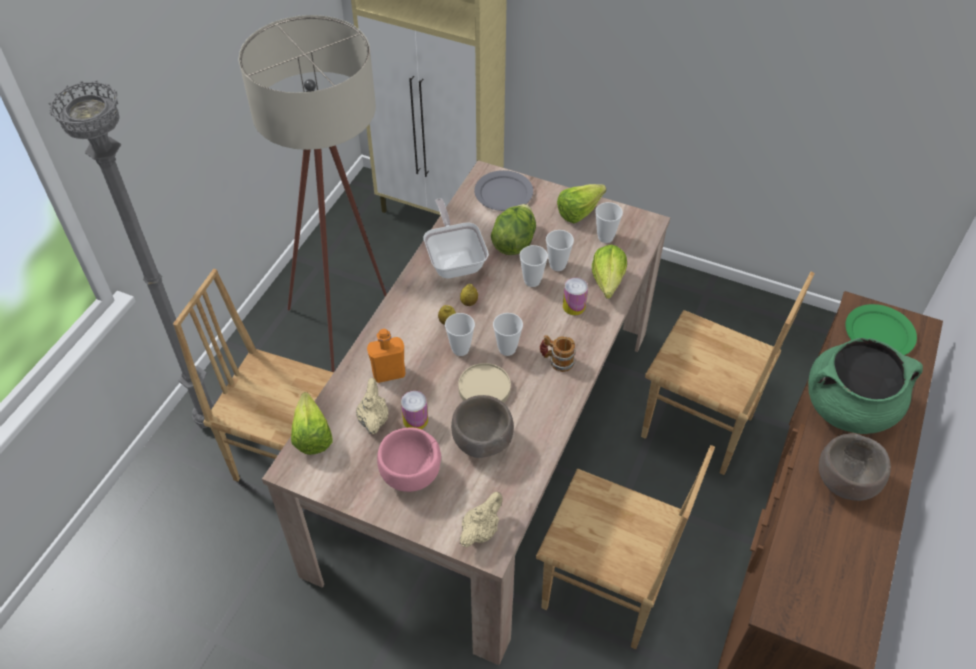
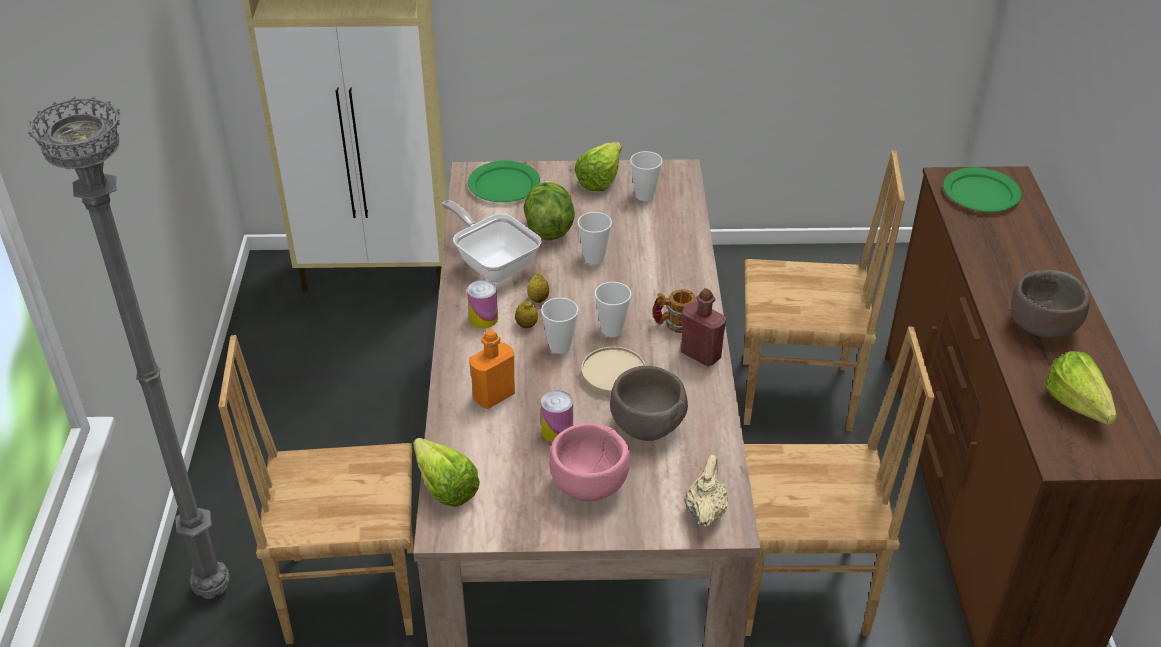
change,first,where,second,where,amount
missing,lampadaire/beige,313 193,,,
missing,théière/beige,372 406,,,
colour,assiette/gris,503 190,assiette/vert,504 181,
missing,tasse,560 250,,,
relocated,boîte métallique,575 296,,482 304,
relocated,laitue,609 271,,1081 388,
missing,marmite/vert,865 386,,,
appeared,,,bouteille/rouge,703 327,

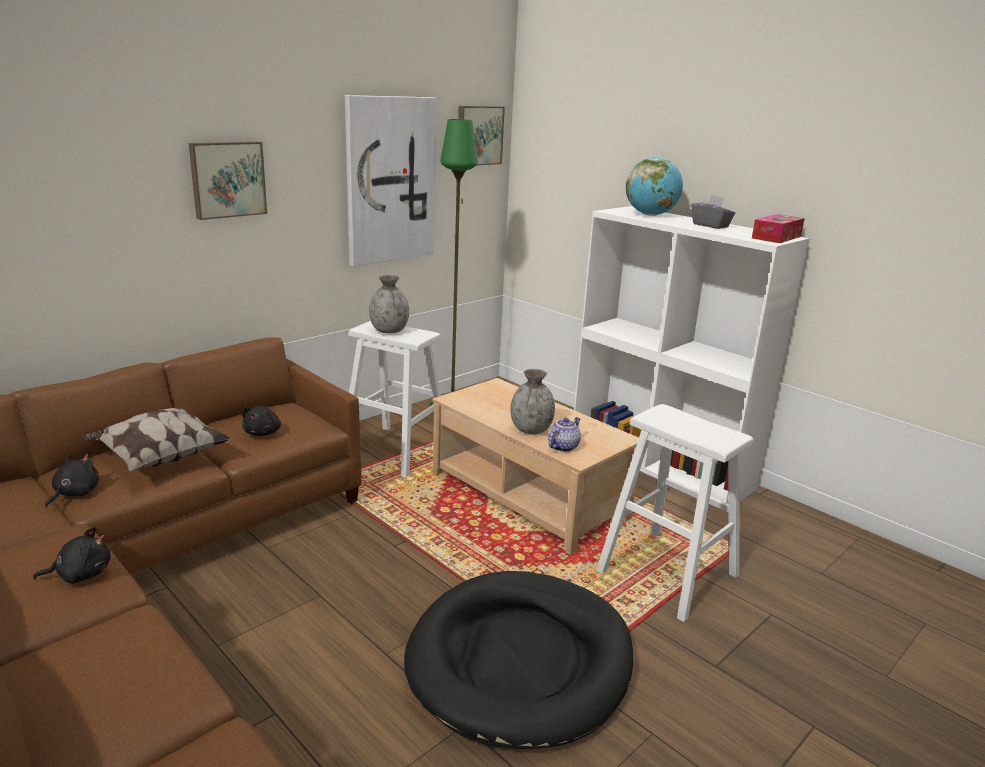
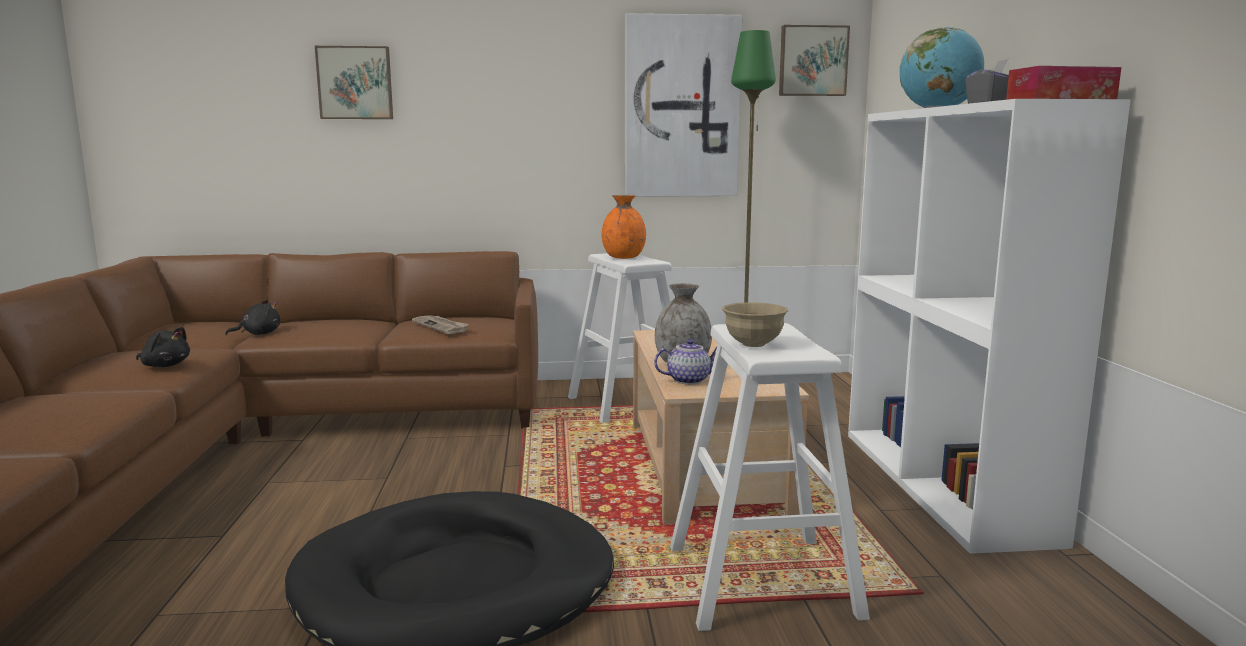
change,first,where,second,where,amount
missing,coussin,157 439,,,
relocated,tableau,228 180,,354 82,
exchanged,peluche/noir,261 421,journal,440 324,
colour,vase/gris,389 304,vase/orange,624 227,
appeared,,,bol/beige,755 324,

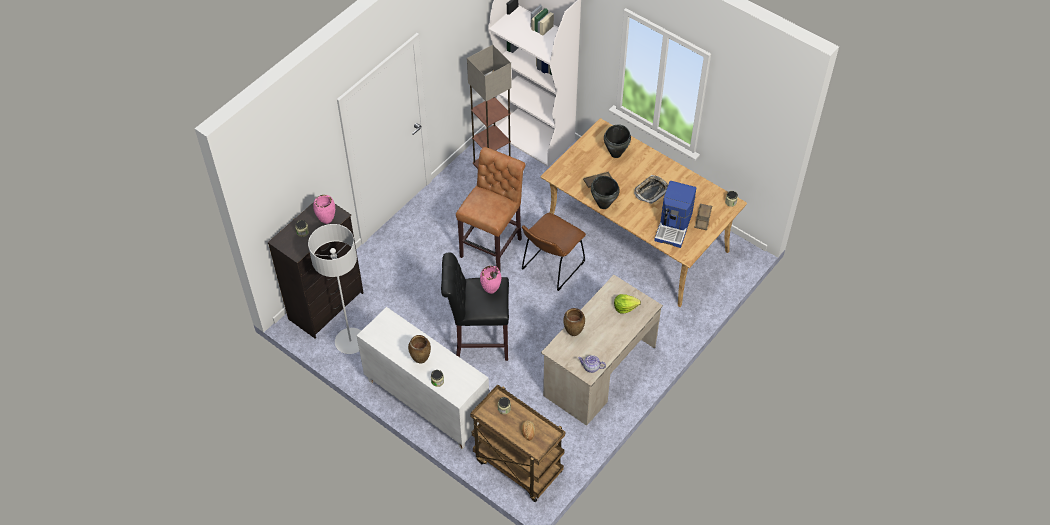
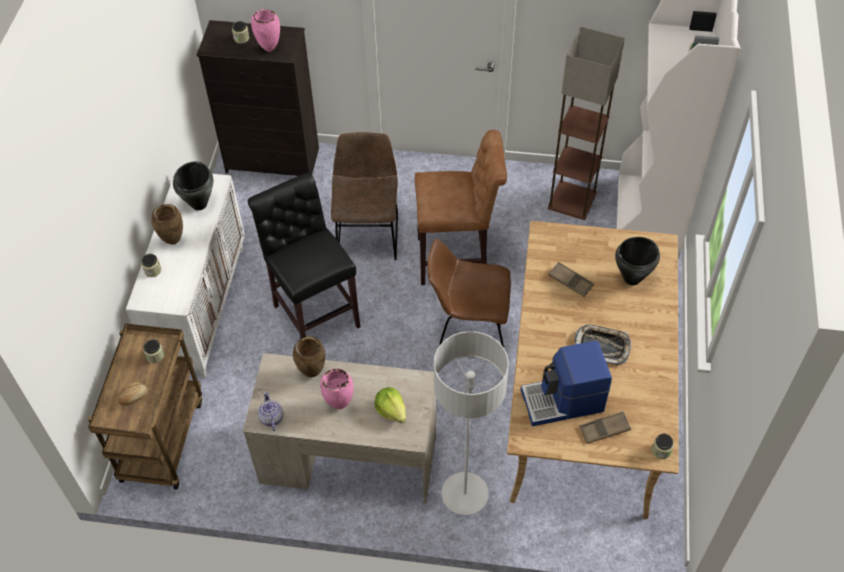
change,first,where,second,where,amount
relocated,lampadaire/gris,334 289,,471 423,
relocated,vase/rose,490 280,,337 388,
relocated,marmite/noir,605 192,,193 185,
appeared,,,chaise/marron,364 196,

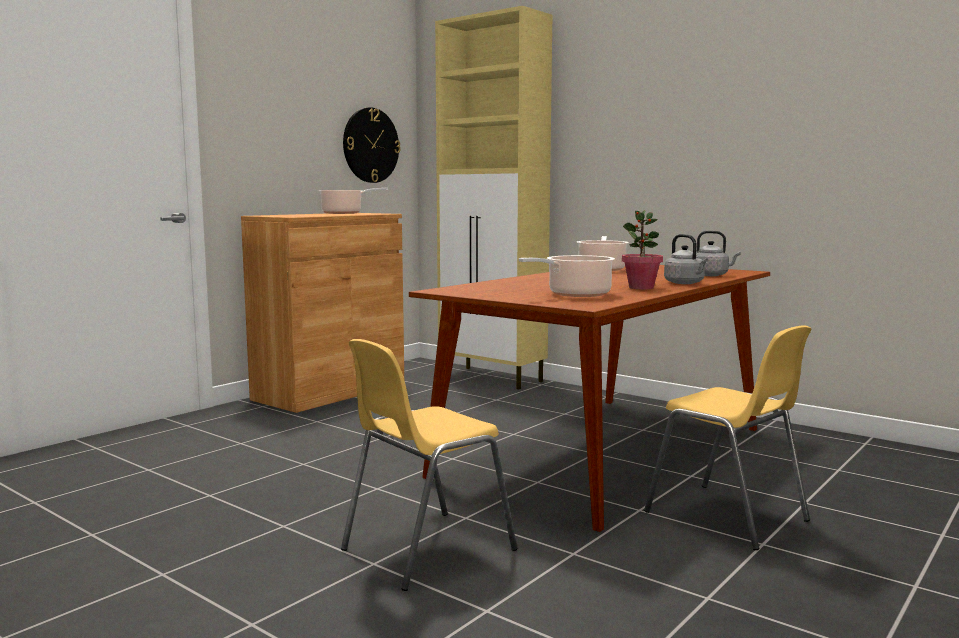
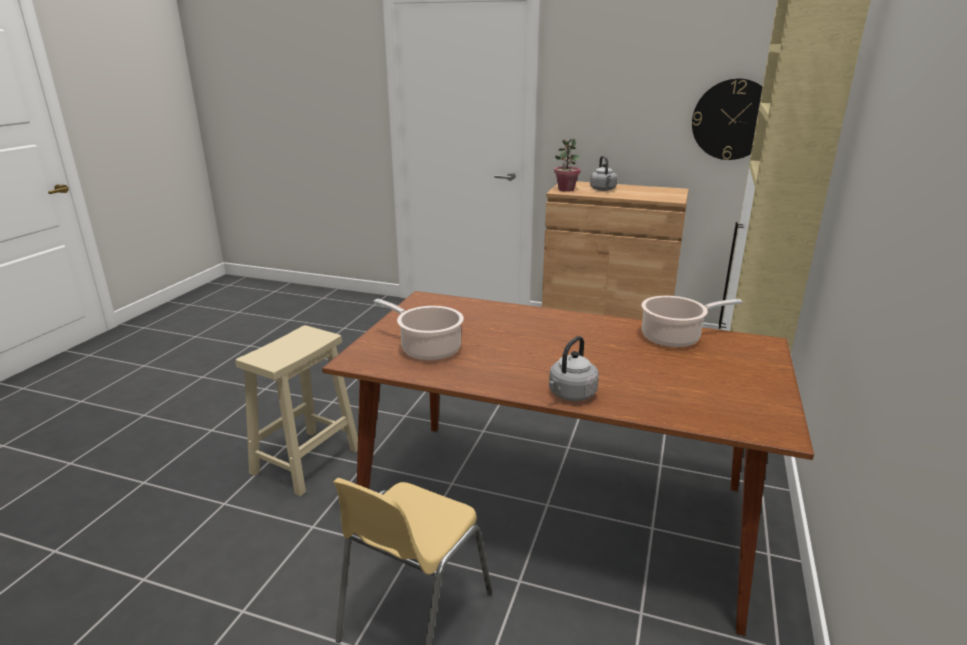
change,first,where,second,where,amount
missing,marmite,353 201,,,
exchanged,chaise/jaune,429 465,tabouret/beige,296 411,
relocated,plante en pot,642 249,,567 165,
relocated,bouilloire/gris,718 253,,603 173,

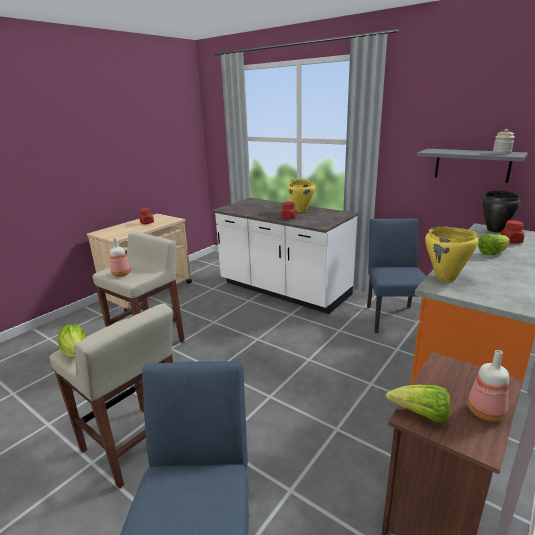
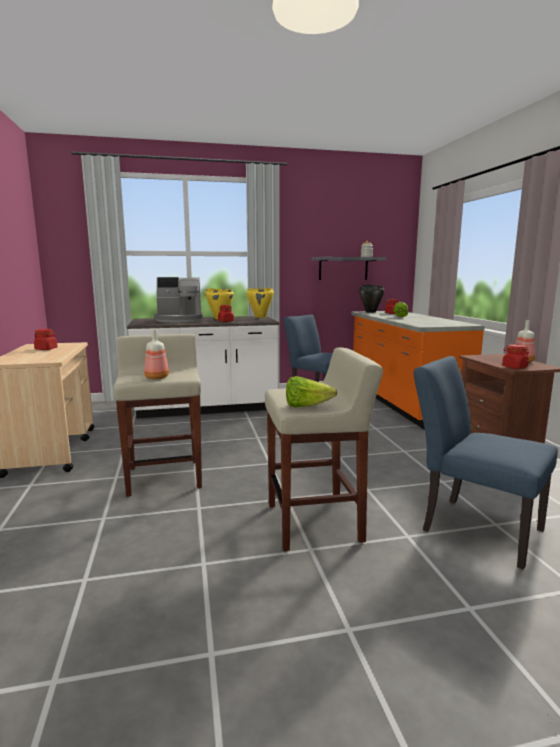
change,first,where,second,where,amount
exchanged,laitue,418 404,bocal/rouge,515 356,
relocated,marmite/jaune,452 254,,260 303,
appeared,,,machine à café,178 300,

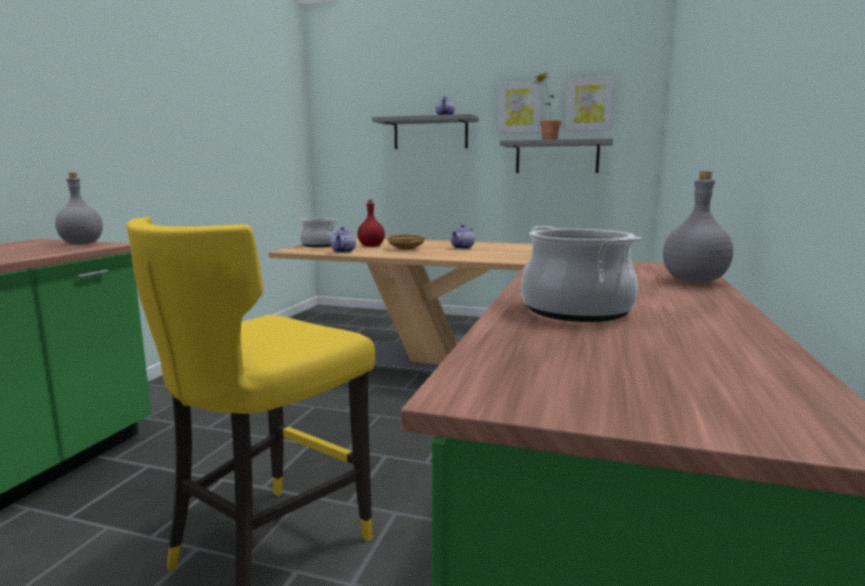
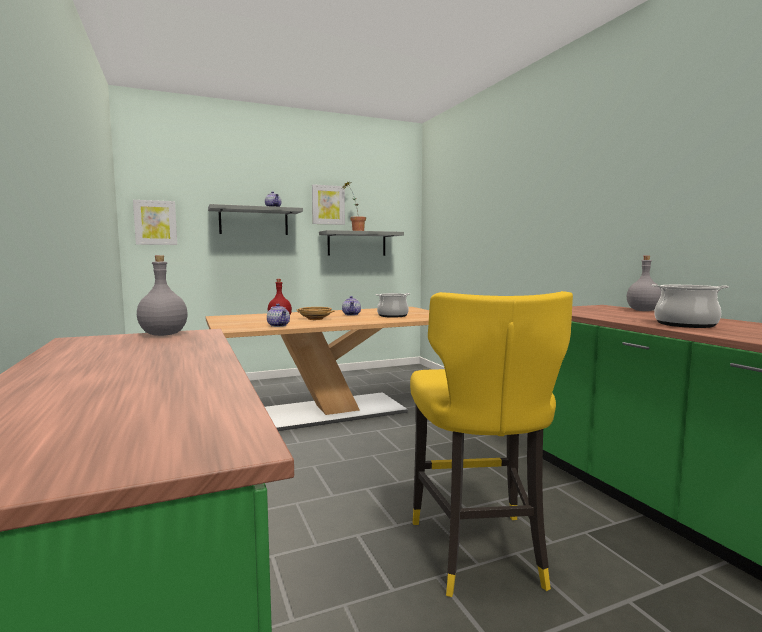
change,first,where,second,where,amount
relocated,marmite,318 232,,392 305,
relocated,tableau,590 103,,155 222,

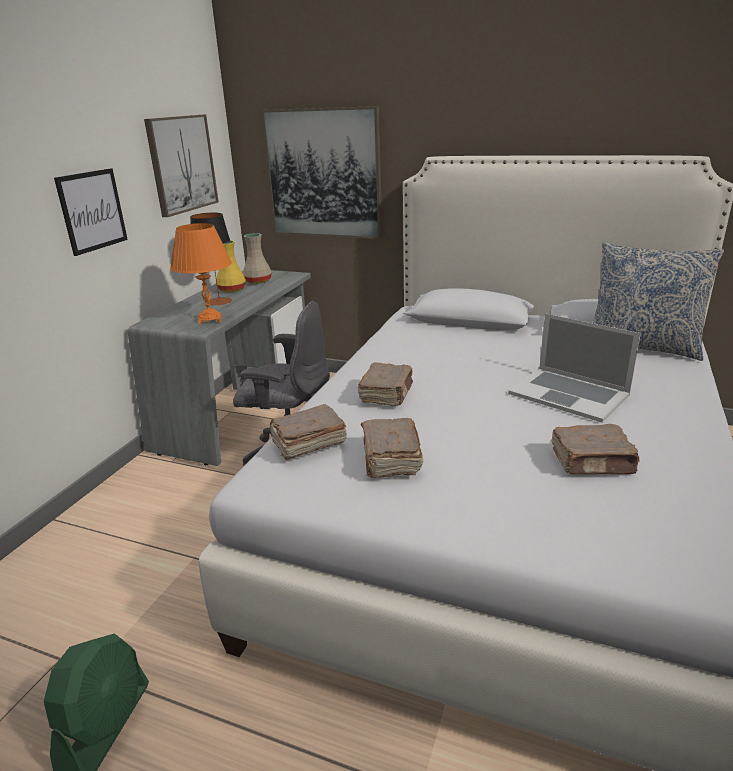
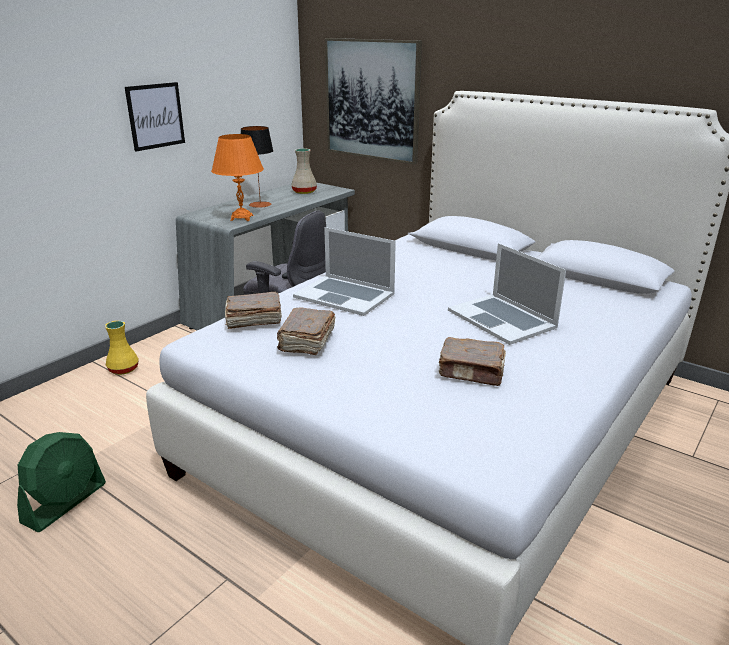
change,first,where,second,where,amount
missing,tableau,181 166,,,
relocated,vase/jaune,231 266,,122 348,
exchanged,livre/marron,385 384,ordinateur portable,344 271,
missing,coussin,658 301,,,

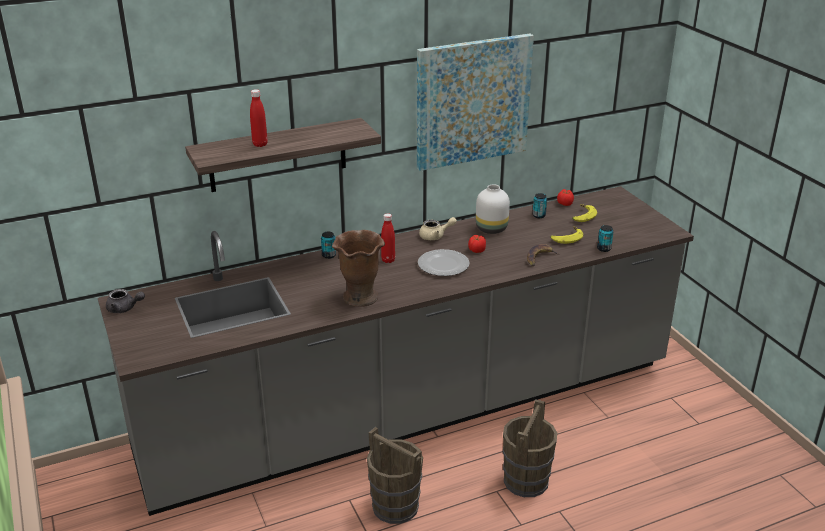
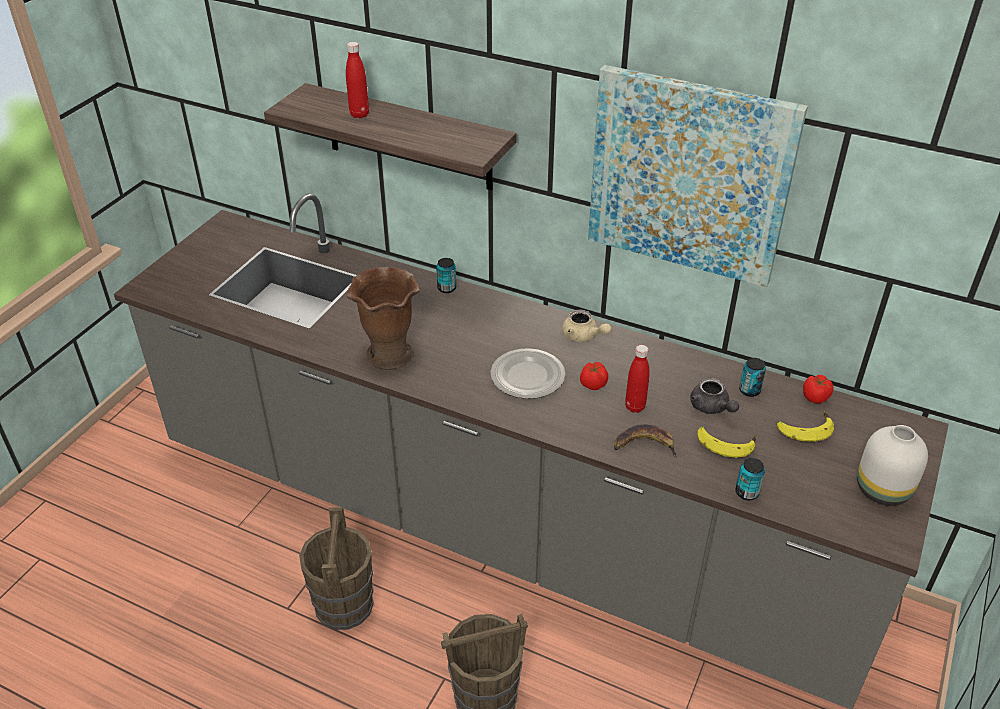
change,first,where,second,where,amount
relocated,théière/gris,125 301,,714 396,
relocated,bouteille/rouge,388 238,,637 379,
relocated,vase/blanc,493 209,,892 465,

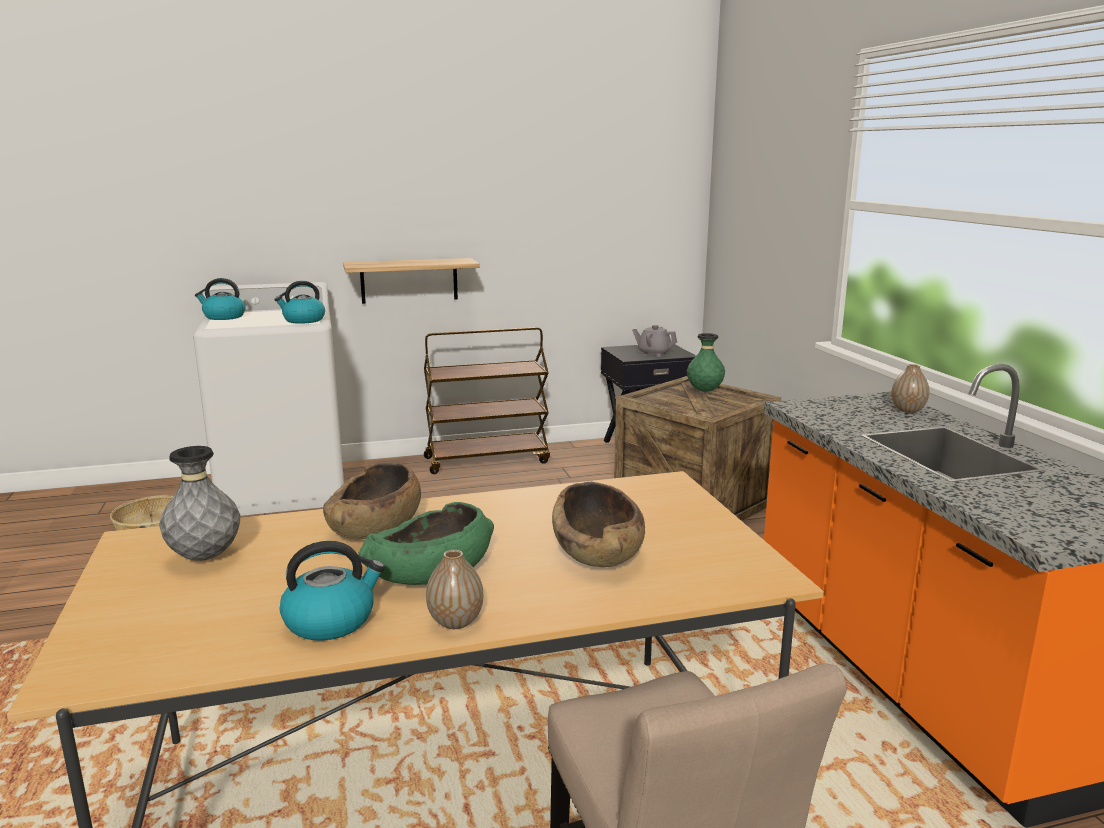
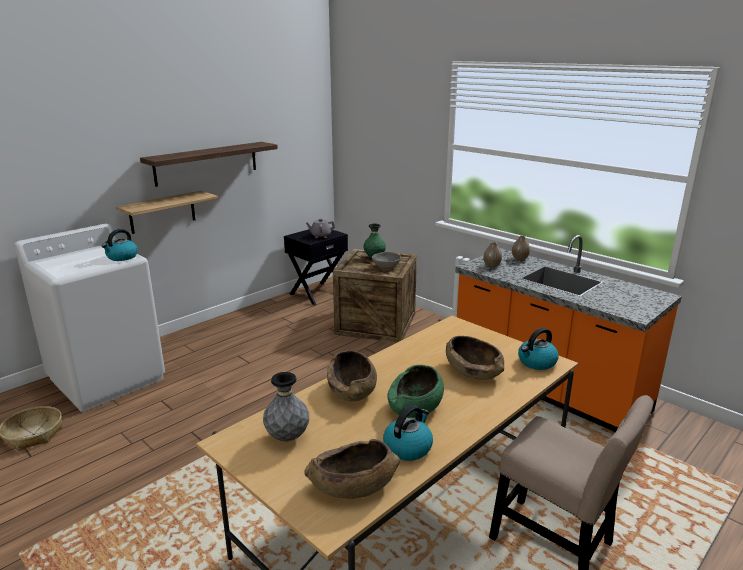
change,first,where,second,where,amount
relocated,bouilloire,220 299,,538 349,
missing,chariot/marron,487 400,,,
relocated,vase,454 589,,492 255,
appeared,,,étagère,209 164,
appeared,,,bol/marron,352 469,
appeared,,,bol/gris,386 260,

